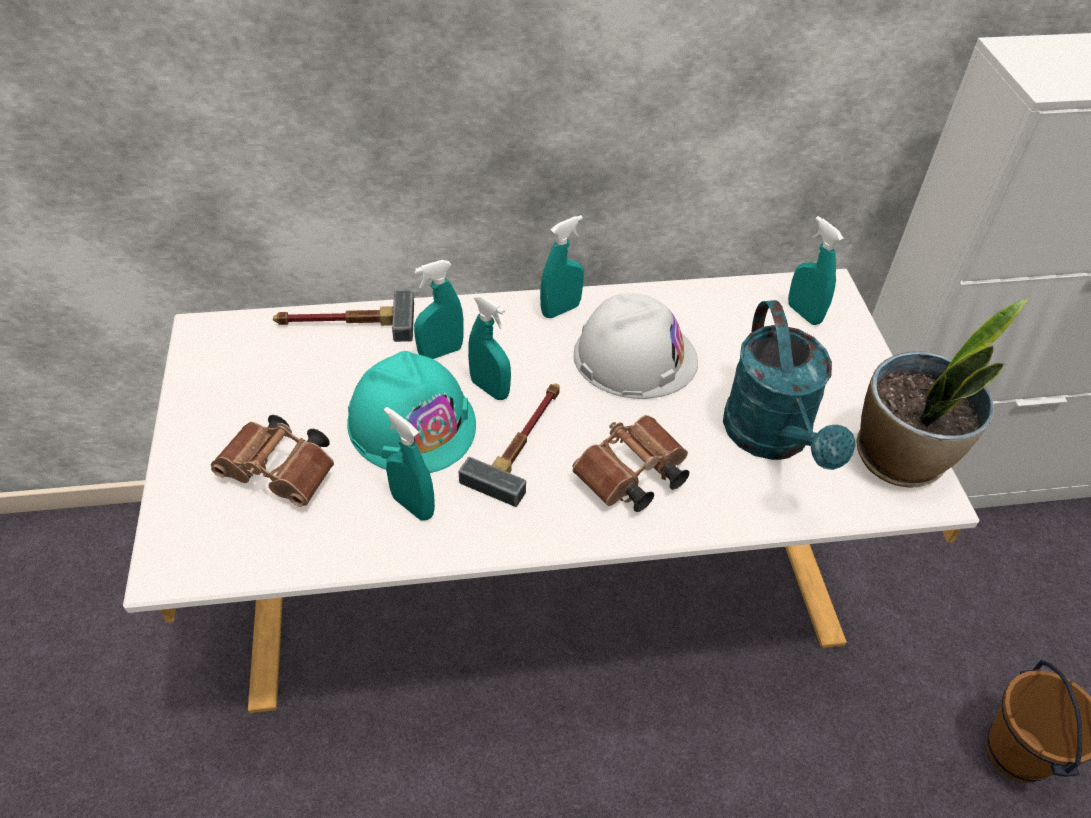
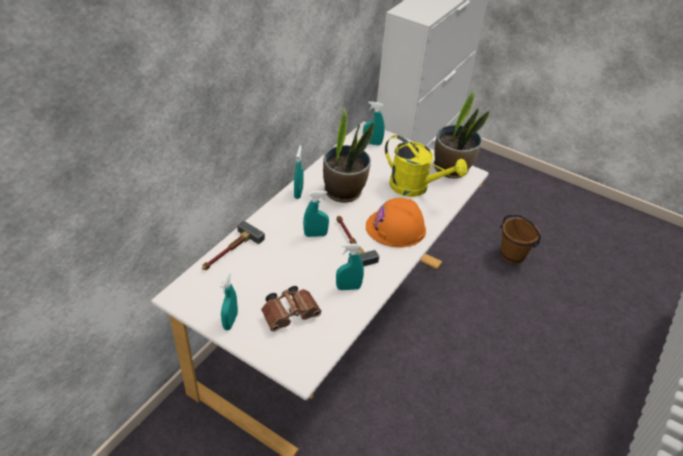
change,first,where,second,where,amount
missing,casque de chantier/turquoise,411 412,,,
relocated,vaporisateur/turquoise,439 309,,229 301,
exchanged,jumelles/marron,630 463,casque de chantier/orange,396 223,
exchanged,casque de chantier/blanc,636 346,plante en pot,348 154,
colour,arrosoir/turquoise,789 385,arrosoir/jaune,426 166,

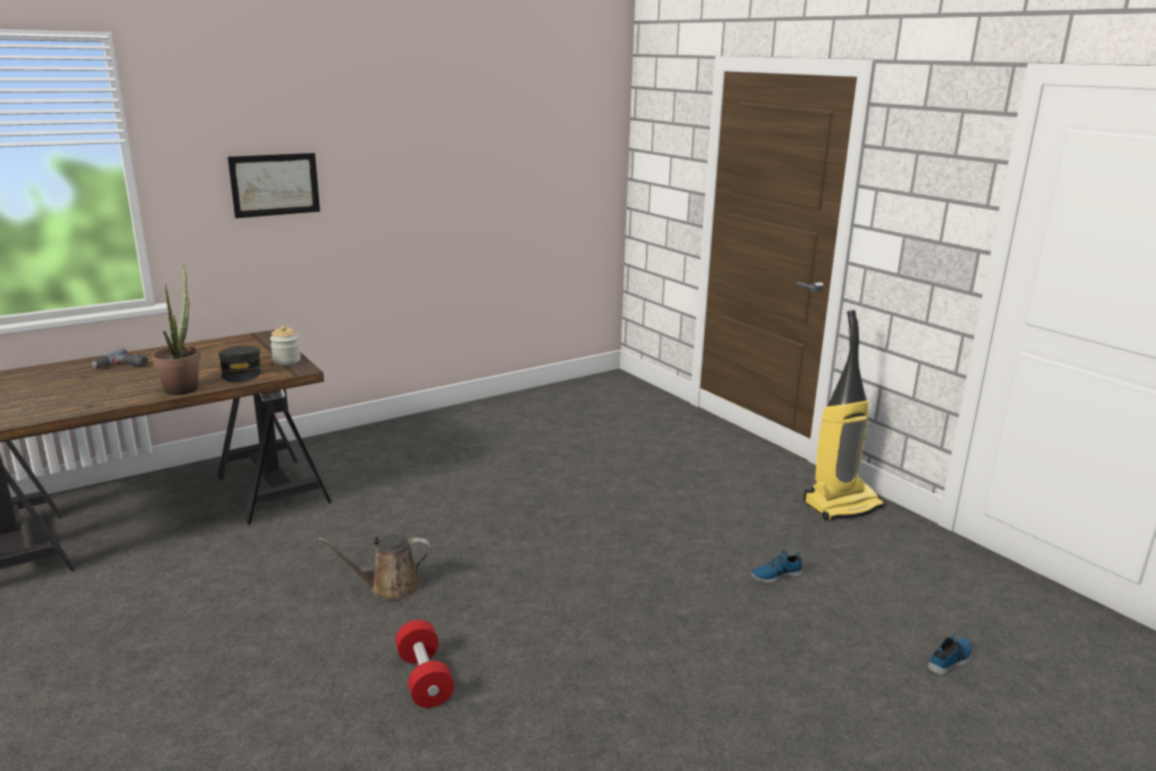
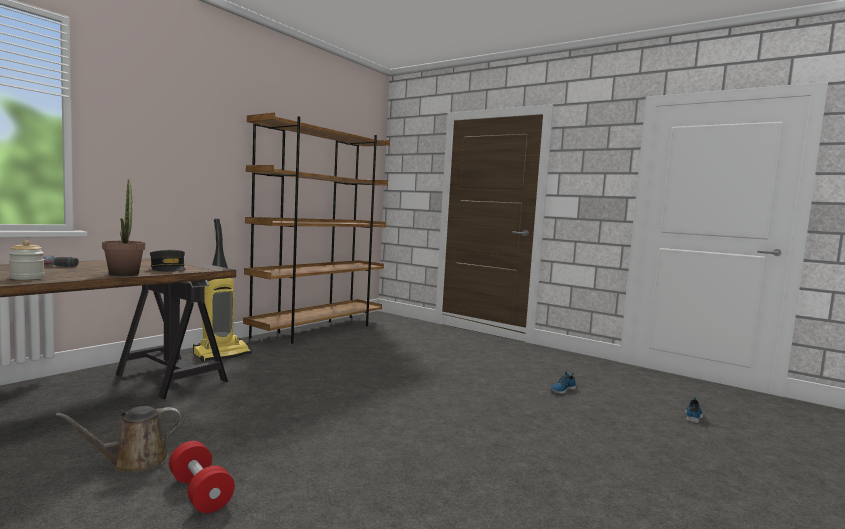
change,first,where,second,where,amount
missing,tableau,274 185,,,
relocated,bocal,285 345,,27 260,
relocated,arrosoir/marron,374 567,,118 439,
relocated,haltère/rouge,424 664,,202 477,
relocated,aspirateur,844 415,,222 290,
appeared,,,bibliothèque/marron,316 228,

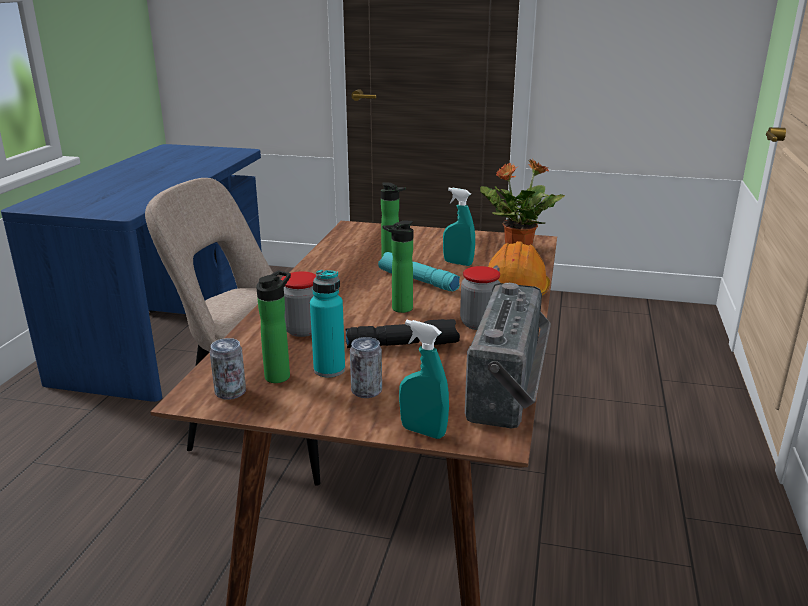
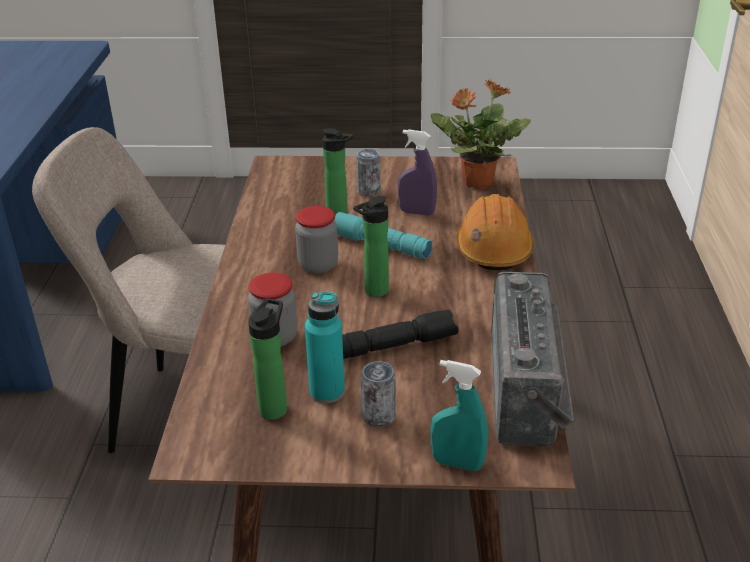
change,first,where,second,where,amount
relocated,boîte métallique,228 369,,368 173,
colour,vaporisateur/turquoise,459 227,vaporisateur/violet,417 172,
relocated,bocal,480 298,,316 240,

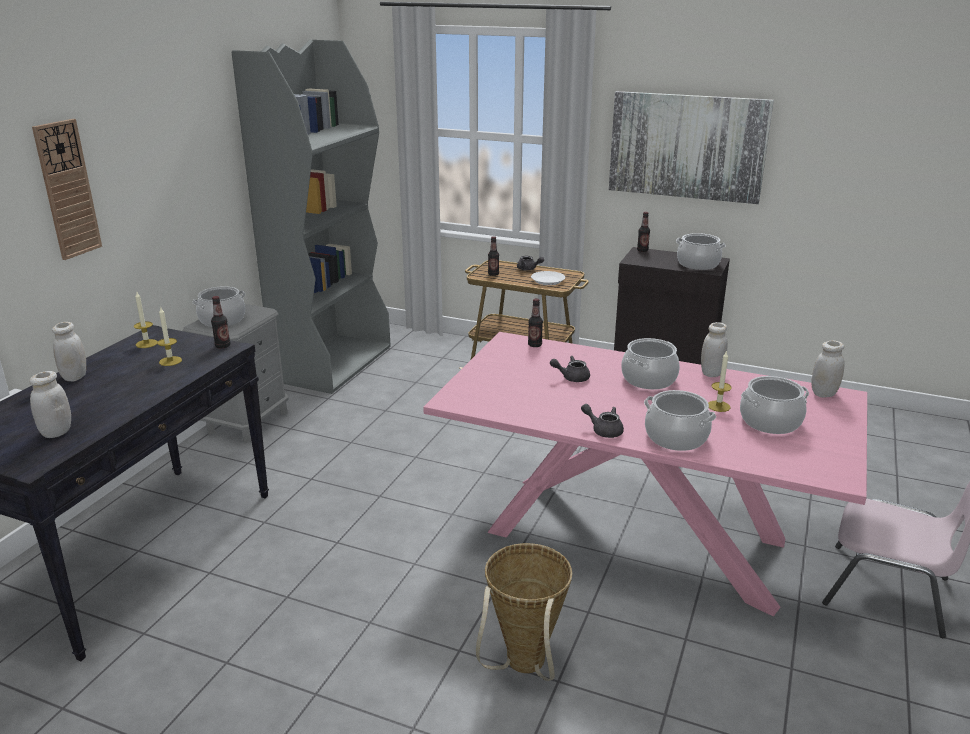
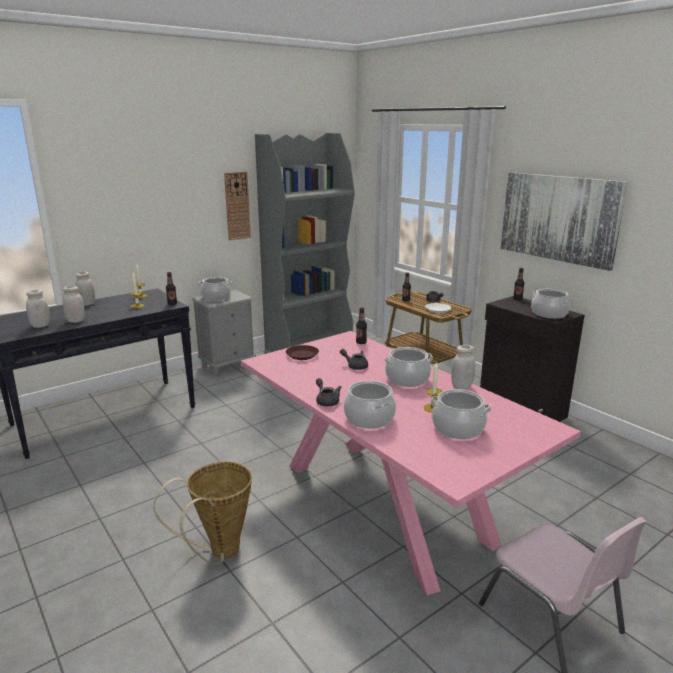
change,first,where,second,where,amount
relocated,horloge murale,67 189,,237 205,
relocated,bocal/blanc,828 369,,74 304,
appeared,,,assiette/marron,302 352,

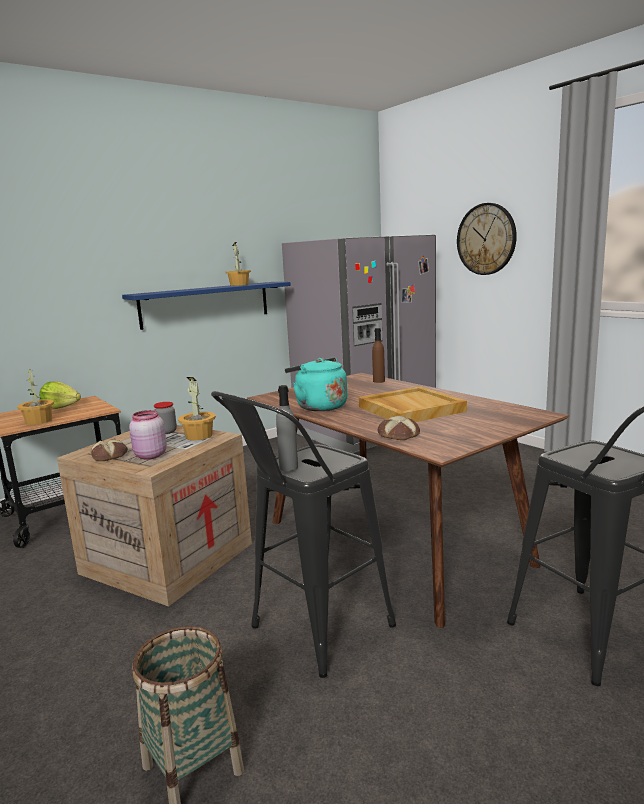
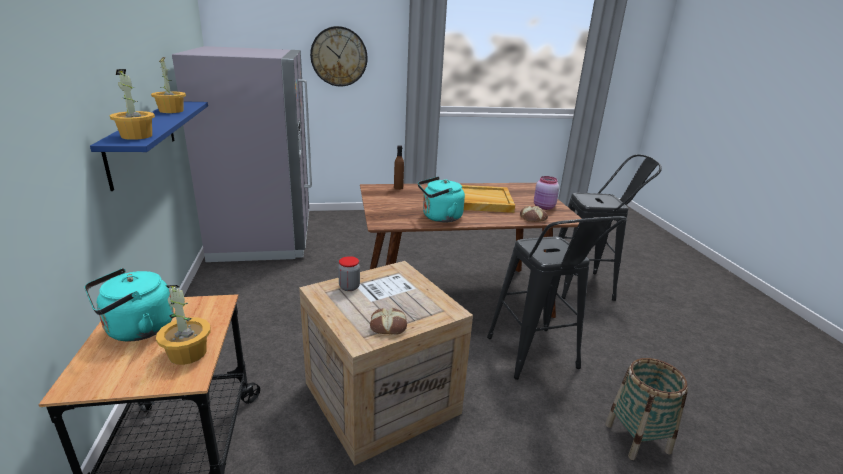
change,first,where,second,where,amount
exchanged,laitue,60 395,bouilloire/turquoise,128 305,
relocated,bocal/rose,148 435,,546 193,
relocated,plante en pot,197 408,,132 104,
missing,bouteille/gris,287 428,,,

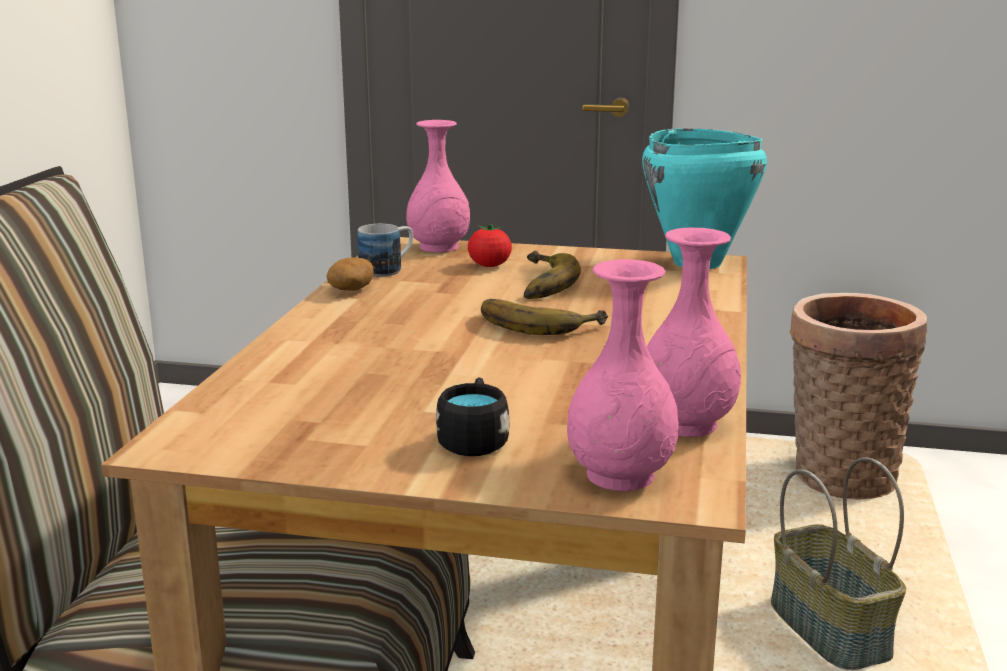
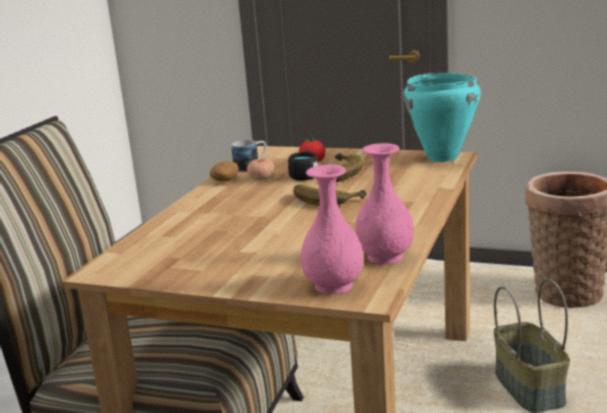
change,first,where,second,where,amount
missing,vase/rose,438 186,,,
relocated,mug/noir,472 416,,303 165,
appeared,,,tomate,261 169,

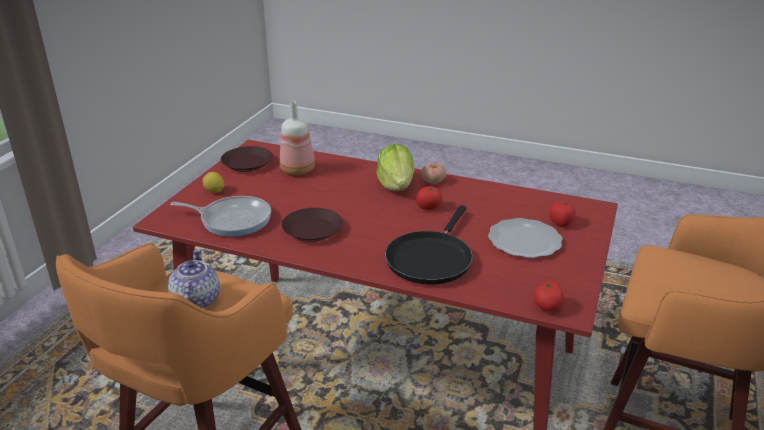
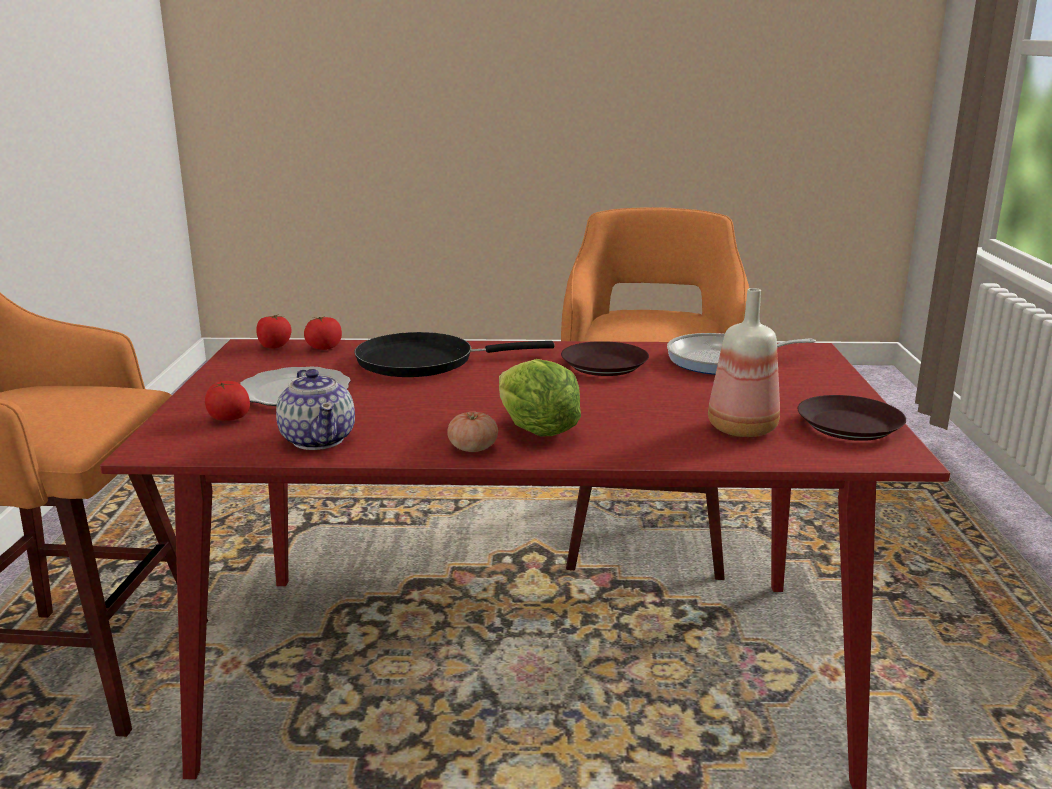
change,first,where,second,where,amount
relocated,théière,194 279,,315 409,
missing,citron,213 182,,,
spun,poêle/noir,429 244,,454 354,105 degrees counterclockwise
relocated,tomate,429 198,,323 333,

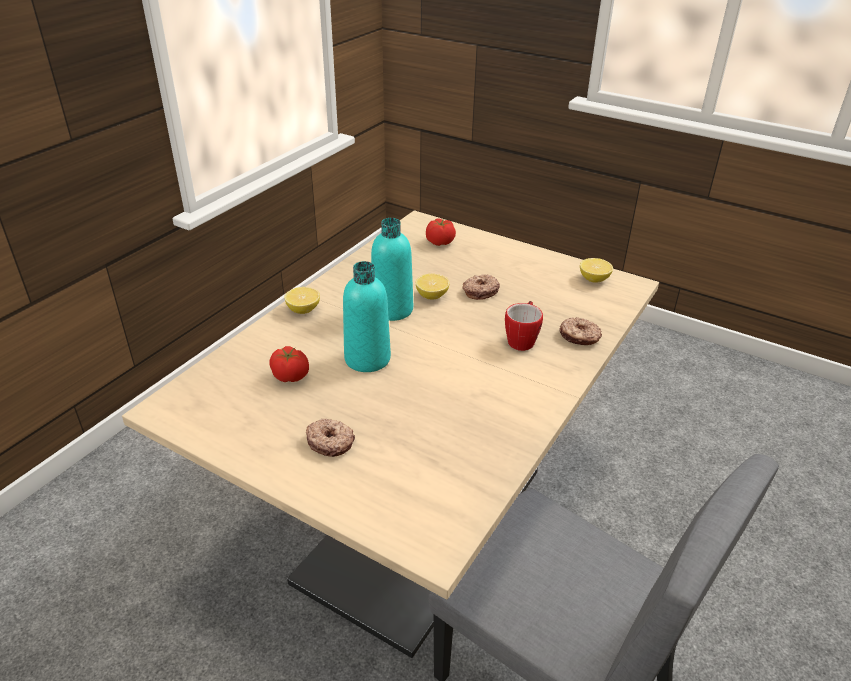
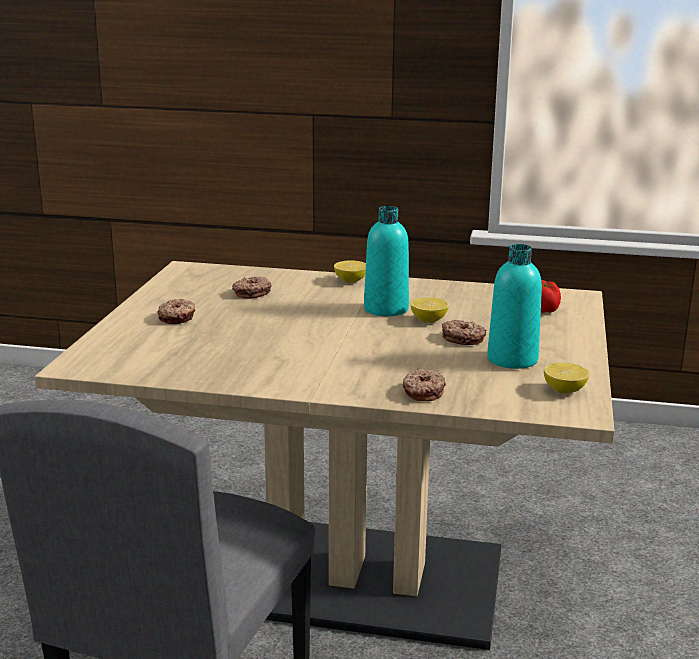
change,first,where,second,where,amount
exchanged,tomate,289 364,beignet,252 288,
relocated,bouteille/turquoise,367 316,,514 306,
missing,mug,524 326,,,

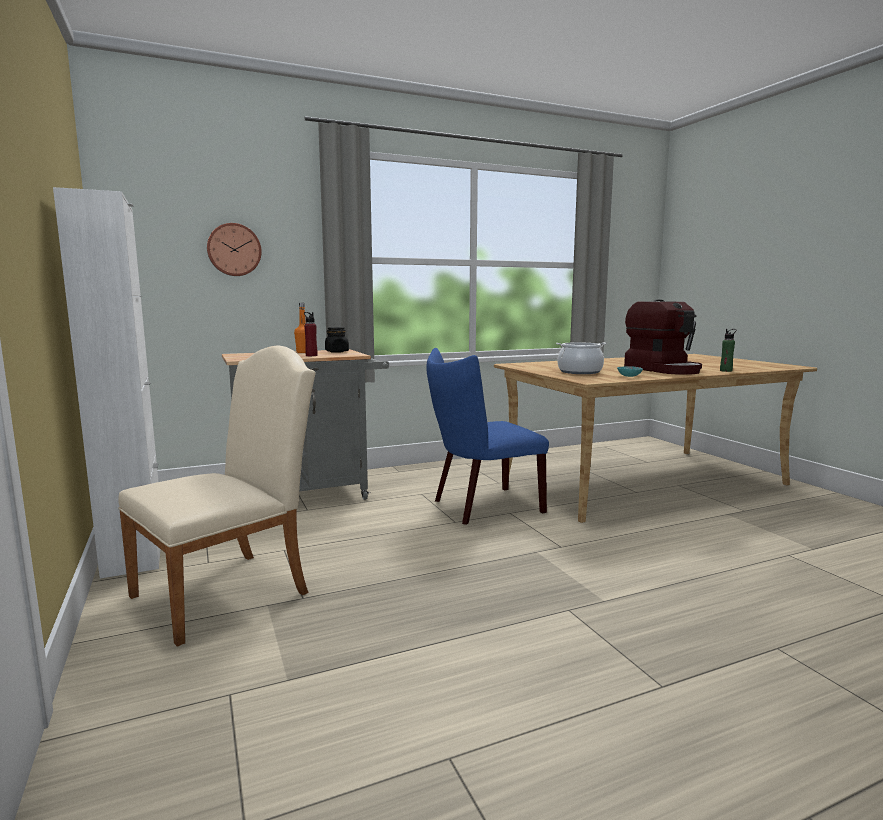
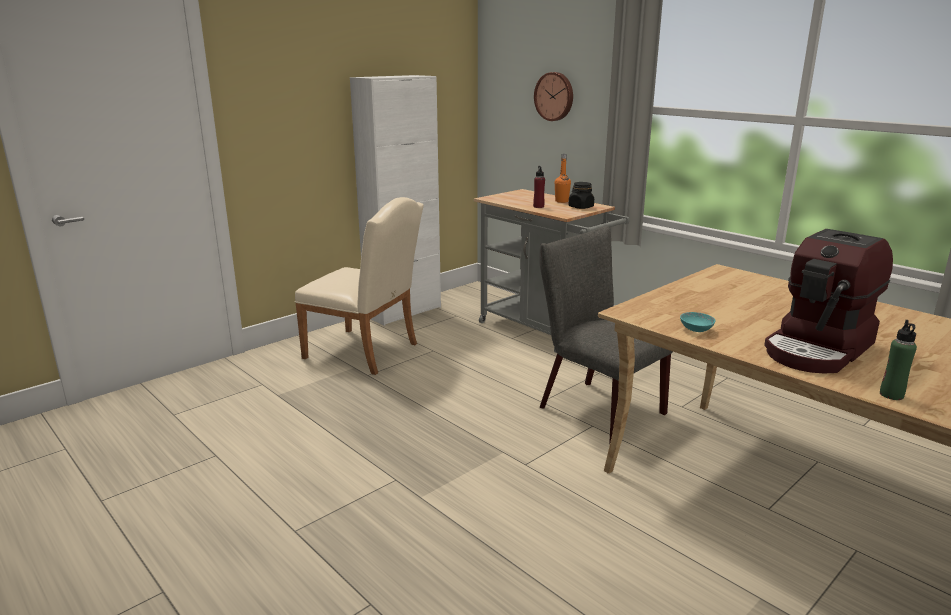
change,first,where,second,where,amount
colour,chaise/bleu,487 436,chaise/gris,606 335,
missing,marmite,581 358,,,

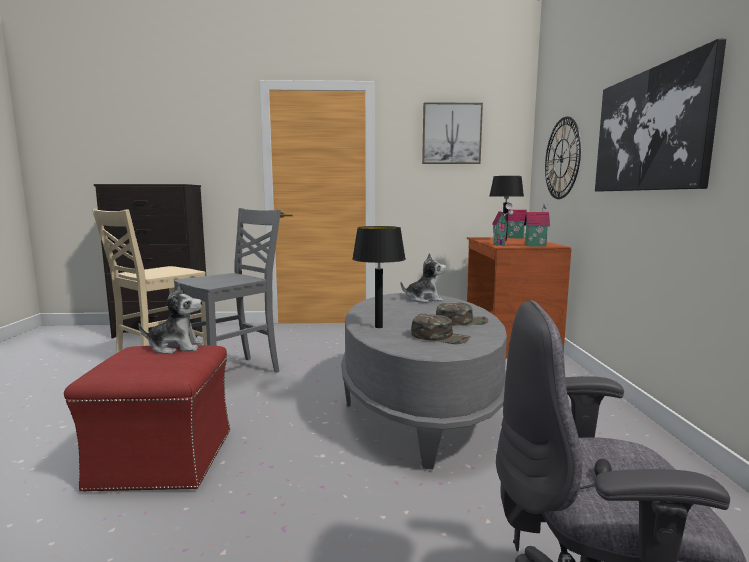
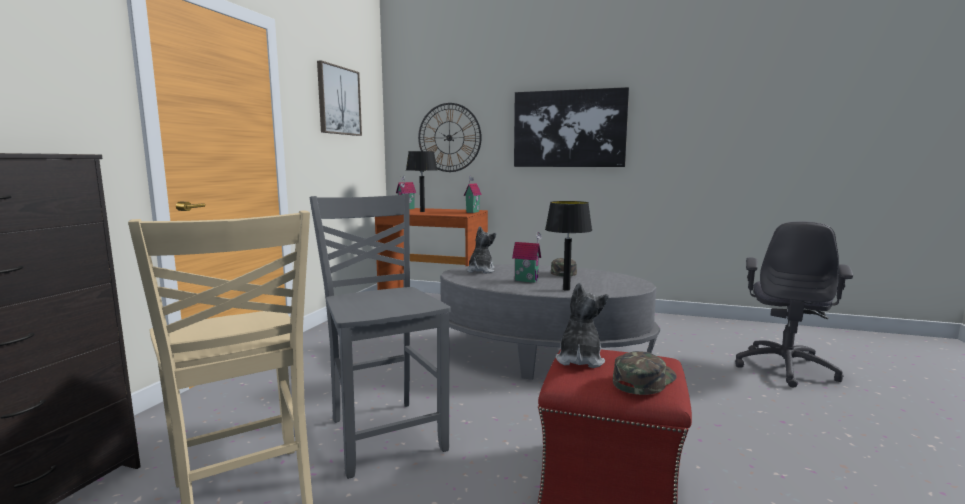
change,first,where,second,where,amount
relocated,casquette/vert,441 329,,645 373,
relocated,maison miniature,502 224,,527 257,

